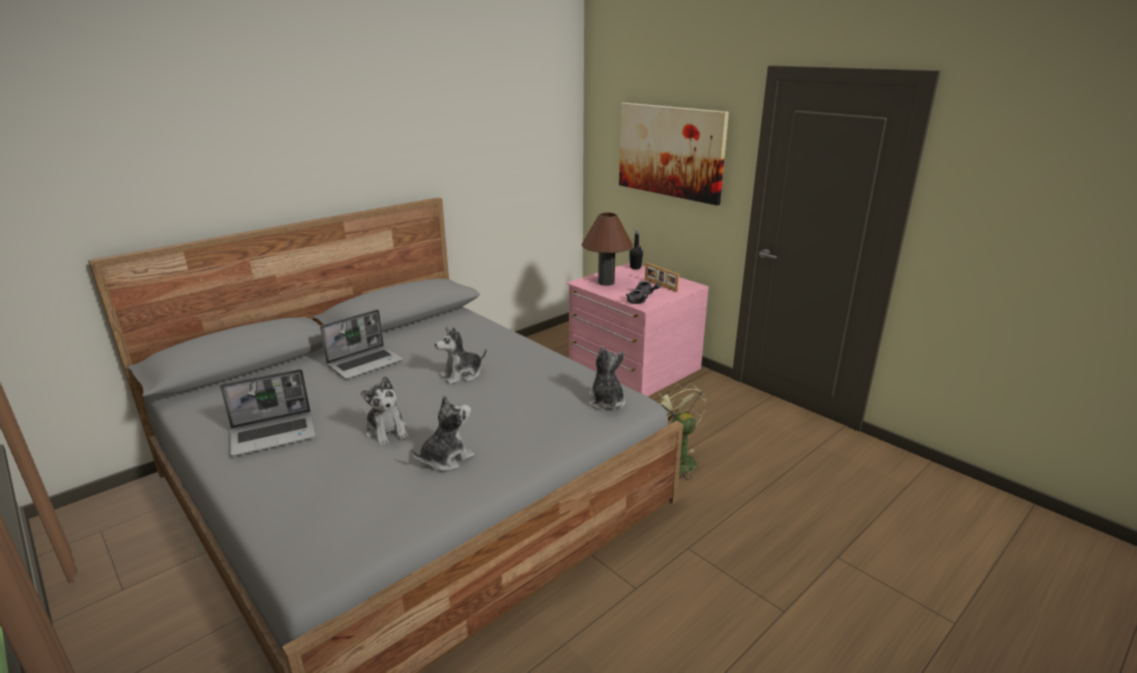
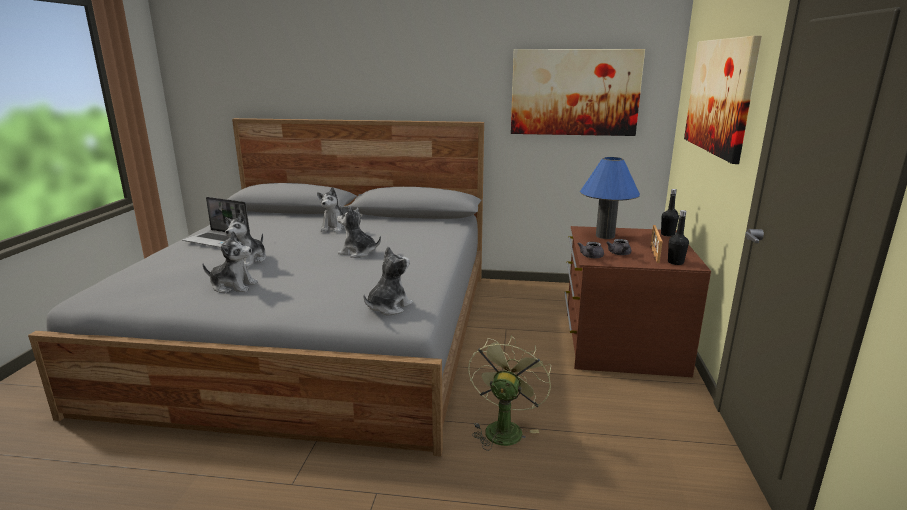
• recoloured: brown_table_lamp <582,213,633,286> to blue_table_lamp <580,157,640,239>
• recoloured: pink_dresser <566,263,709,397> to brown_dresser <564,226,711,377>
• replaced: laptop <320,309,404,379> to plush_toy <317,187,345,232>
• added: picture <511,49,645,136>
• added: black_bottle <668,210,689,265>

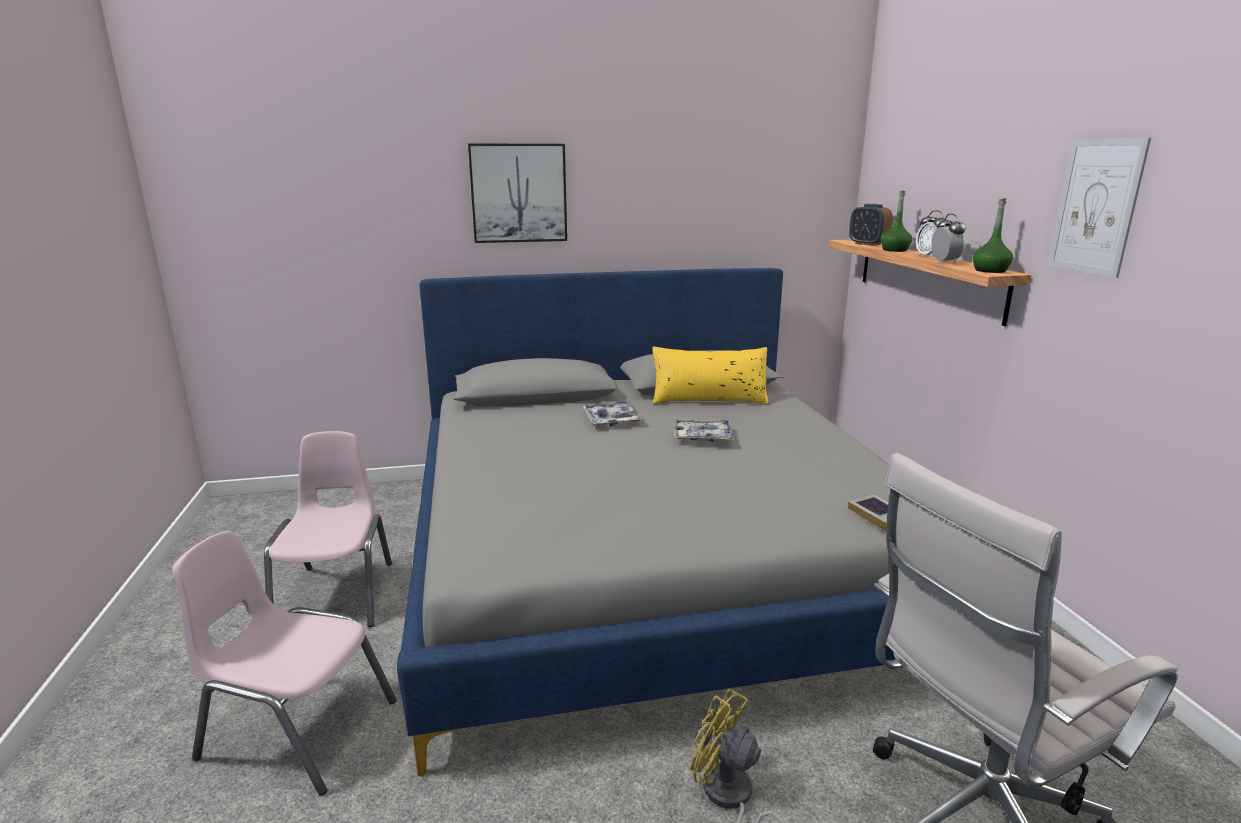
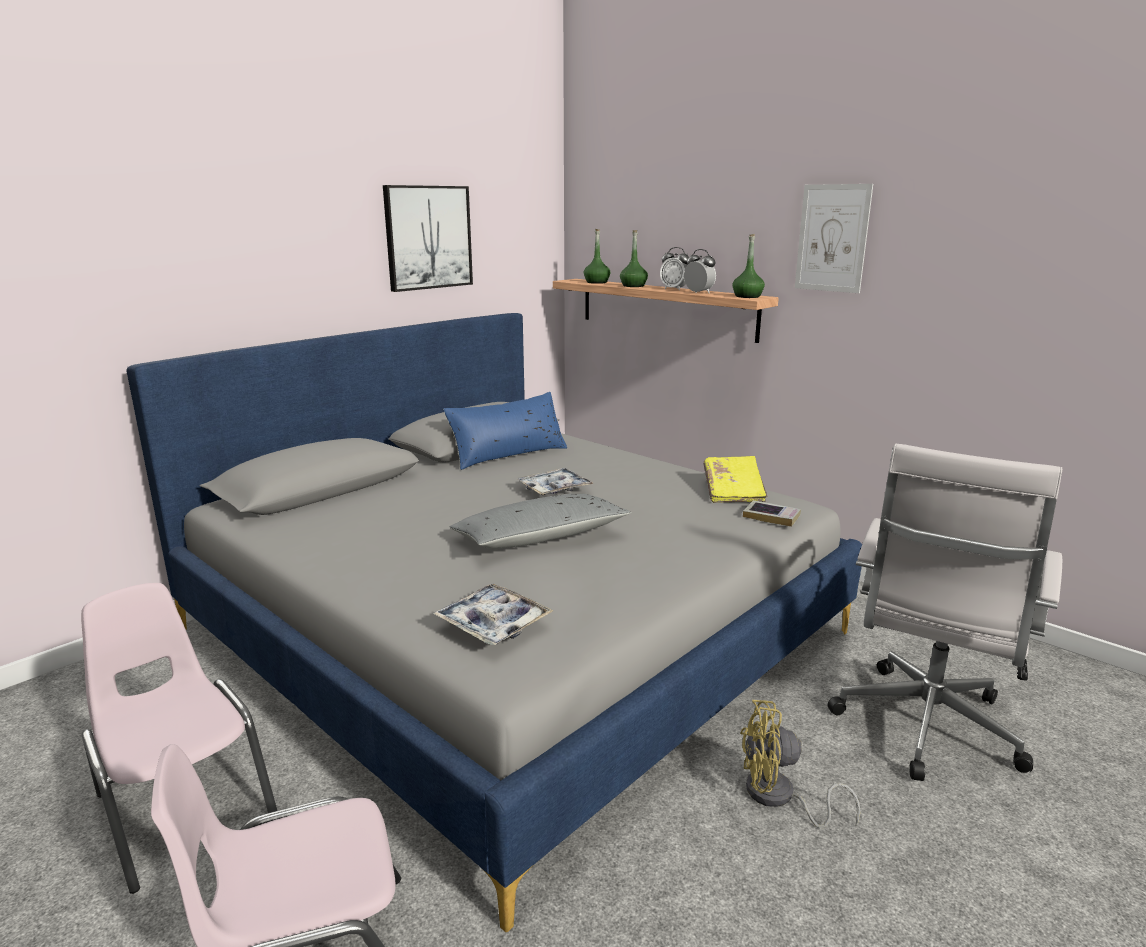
• moved: picture <468,143,567,243> to <383,185,473,292>
• replaced: alarm_clock <849,204,893,246> to green_bottle <584,229,610,284>
• recoloured: yellow_pillow <652,347,769,405> to blue_pillow <443,392,567,470>
• moved: tray <583,401,643,426> to <433,584,553,645>
• added: yellow_book <704,456,768,503>
• added: grey_pillow <450,494,631,549>

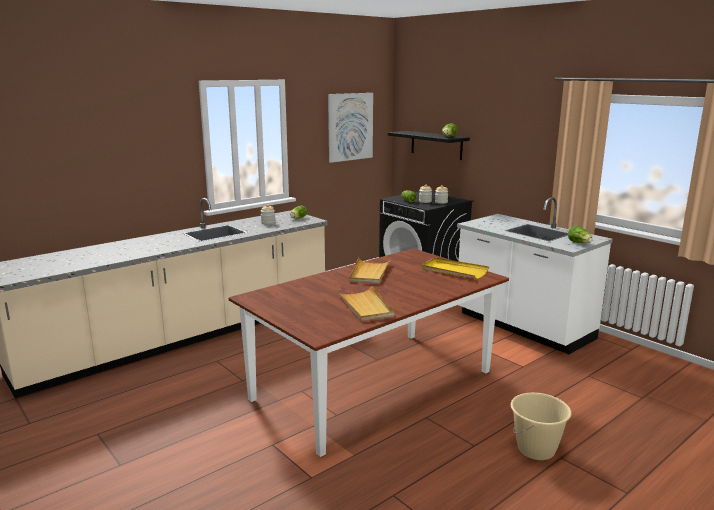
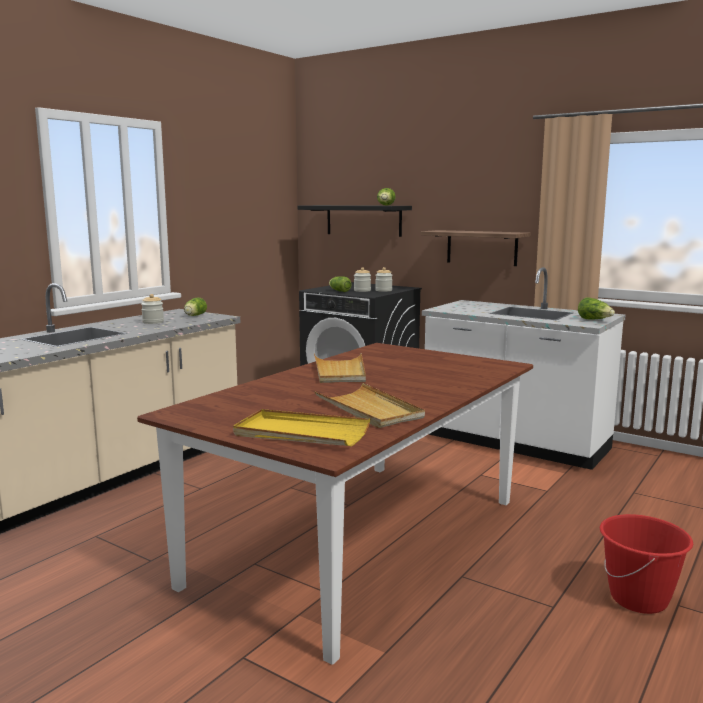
• removed: picture <328,93,373,163>
• moved: yellow_tray <422,258,489,279> to <233,409,370,446>
• recoloured: beige_bucket <511,393,571,460> to red_bucket <600,514,693,614>
• added: shelf <421,230,531,266>

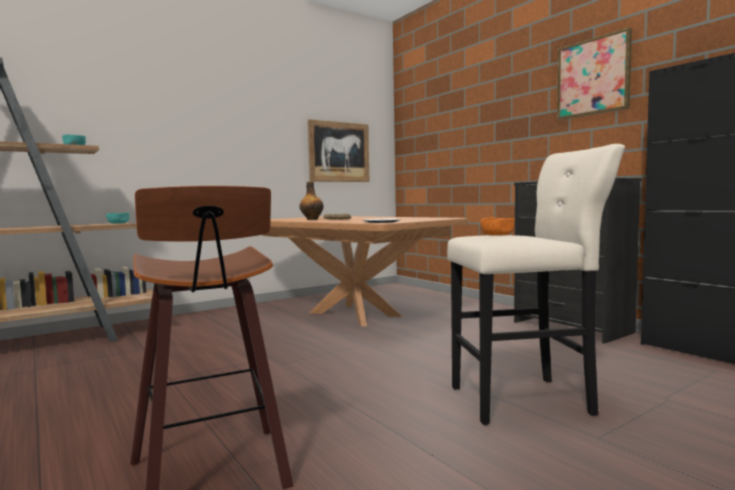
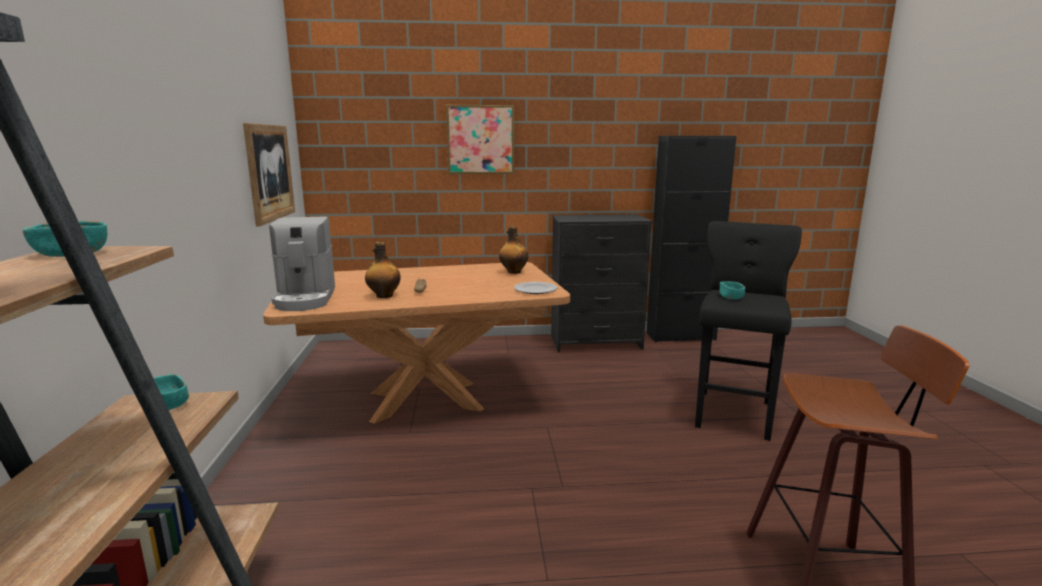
• moved: picture <557,27,632,120> to <446,105,514,174>
• recoloured: beige_stool <447,144,625,426> to black_stool <695,221,802,441>
• recoloured: orange_bowl <480,218,515,236> to turquoise_bowl <720,281,745,299>
• added: coffee_machine <269,216,335,311>
• added: bottle <499,226,528,274>

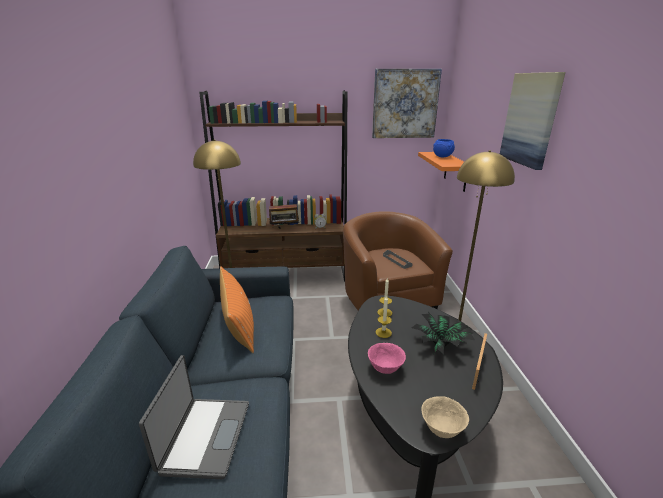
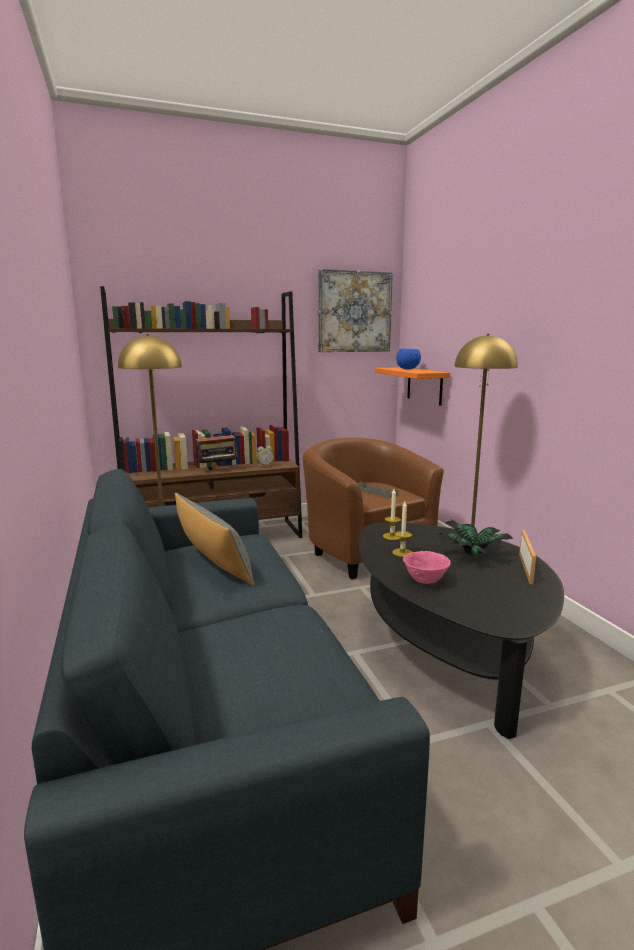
• removed: picture <500,72,565,170>
• recoloured: orange_pillow <220,266,254,353> to grey_pillow <175,493,255,586>
• removed: laptop <139,355,249,479>
• removed: beige_bowl <421,396,469,438>

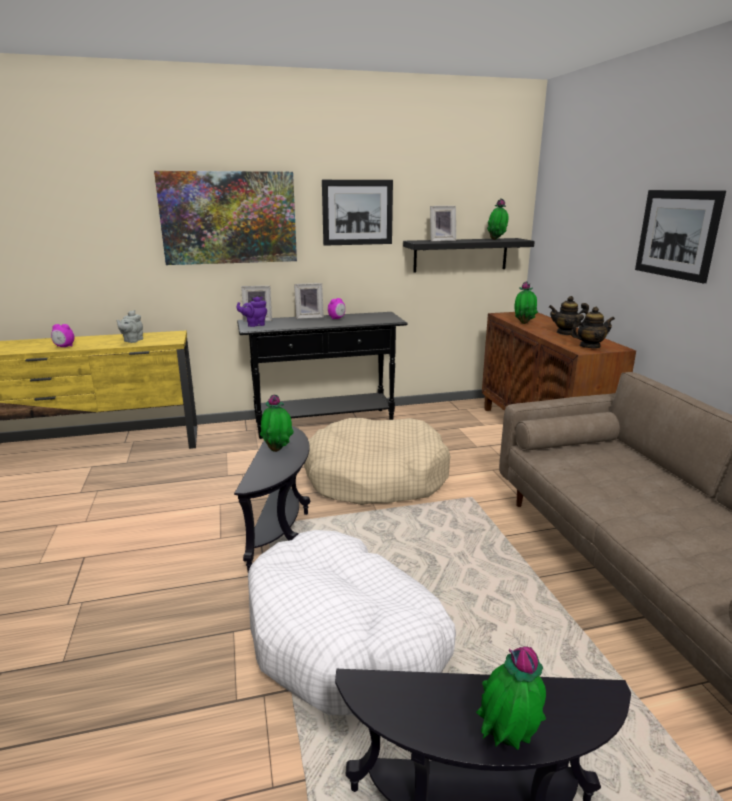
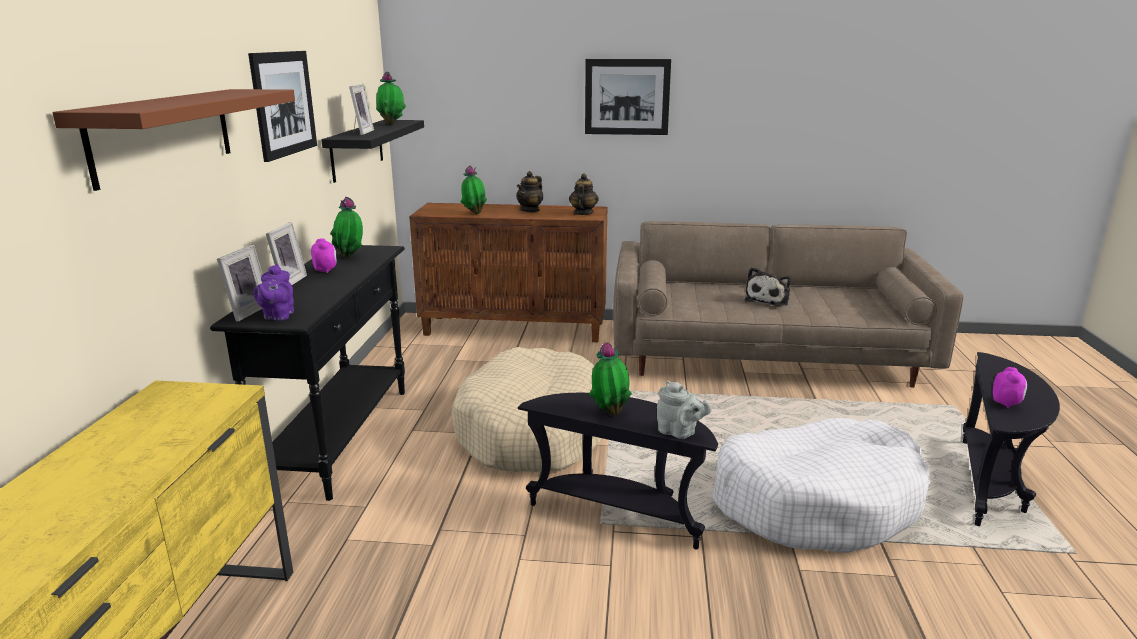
• replaced: picture <154,171,297,265> to brown_shelf <52,89,295,191>
• moved: grey_teapot <116,310,143,343> to <657,381,712,439>
• moved: alarm_clock <51,324,75,347> to <993,367,1027,408>
• moved: potted_plant <476,646,546,750> to <331,197,363,258>
• added: plush_toy <745,267,791,306>

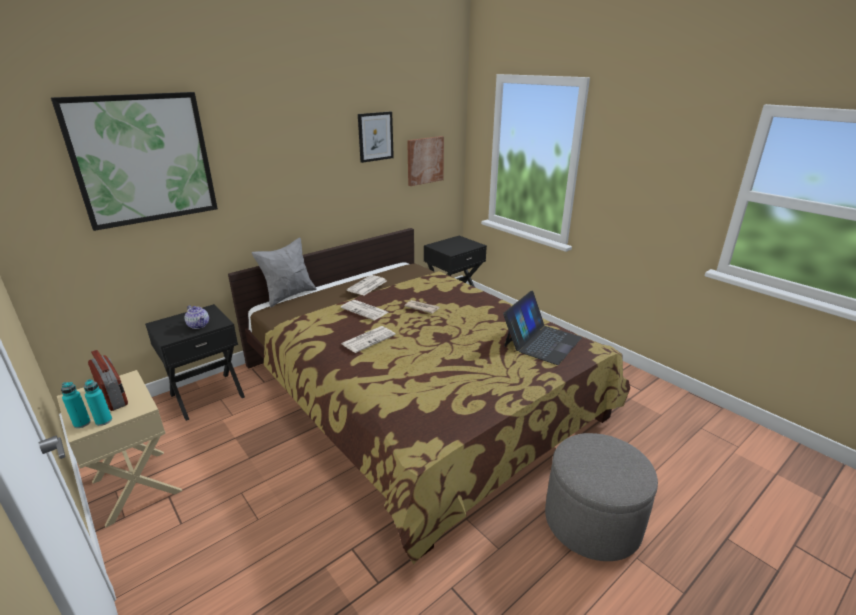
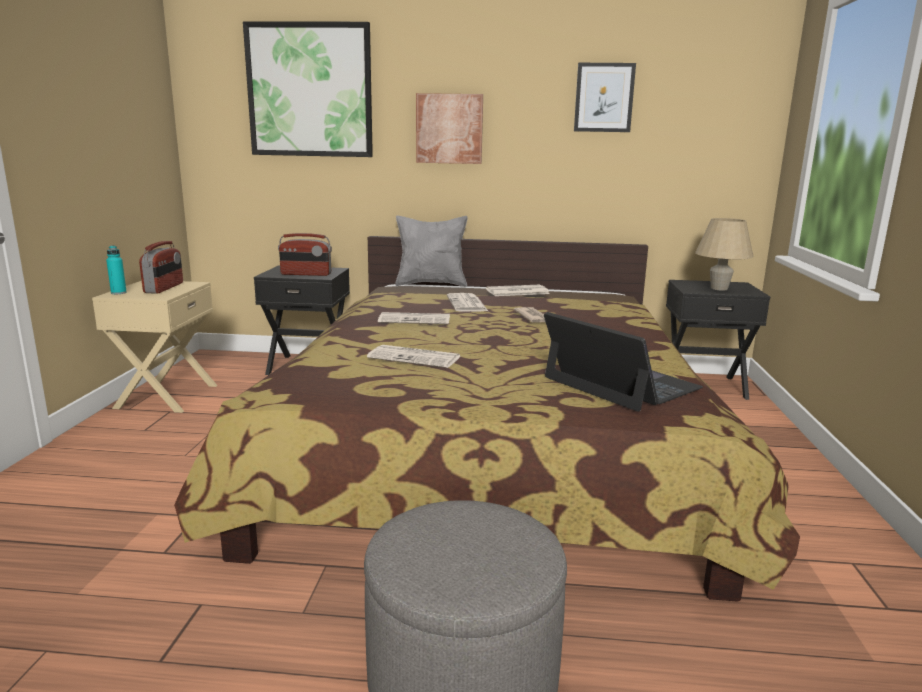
• moved: picture <407,136,444,186> to <416,93,483,164>
• turned: laptop <503,291,582,365> = <544,312,703,412> 120 degrees counterclockwise
• replaced: teapot <184,305,209,329> to radio <278,233,332,276>
• removed: turquoise_bottle <84,379,112,426>
• added: beige_table_lamp <695,218,754,291>
• added: newspaper <367,345,461,368>

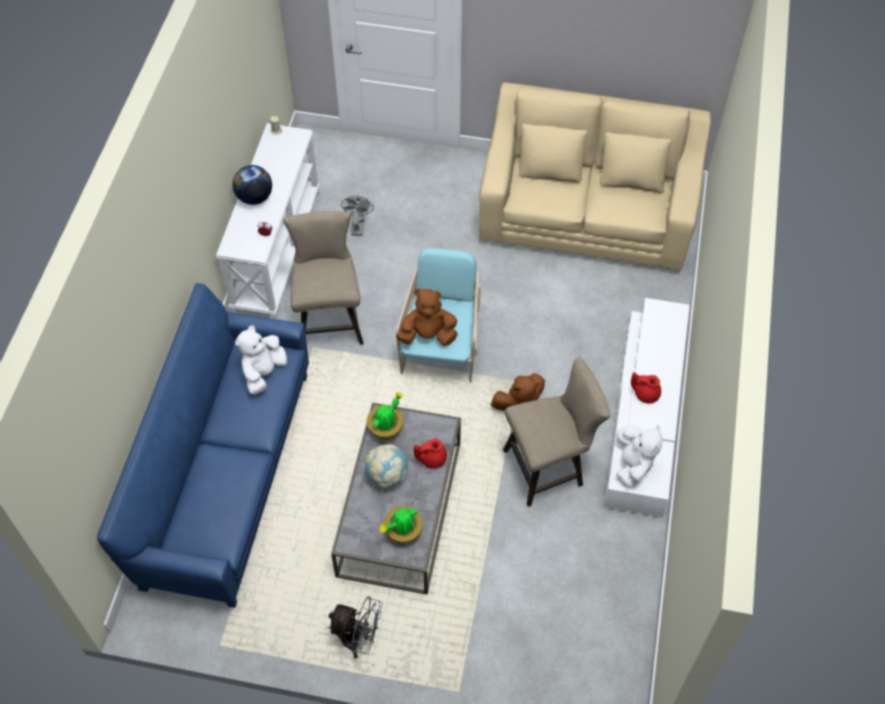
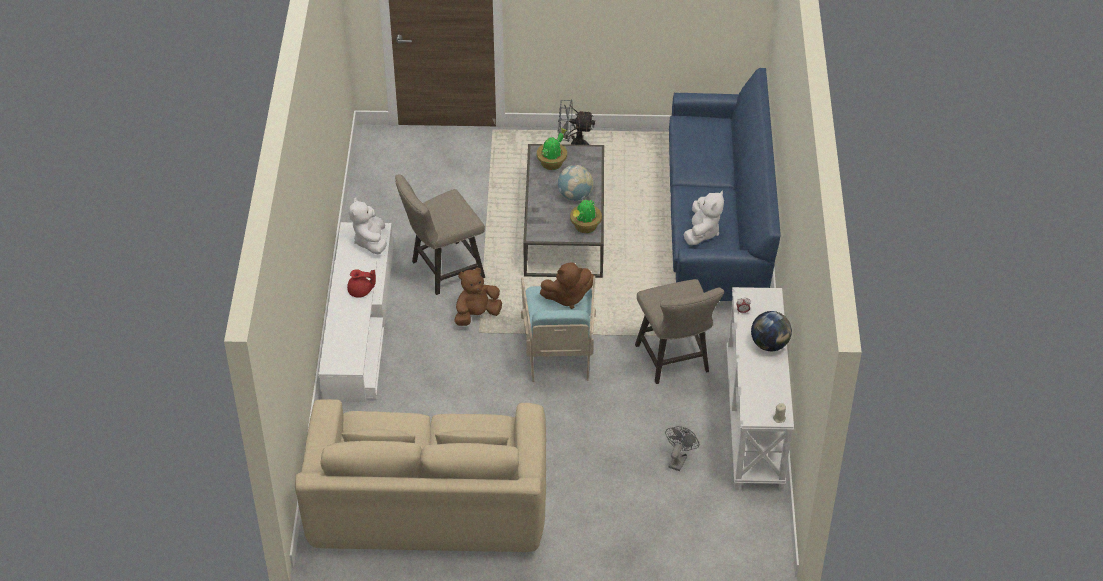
• turned: grey_fan <341,195,374,236> = <665,426,699,471> 150 degrees counterclockwise
• removed: red_teapot <414,438,447,468>

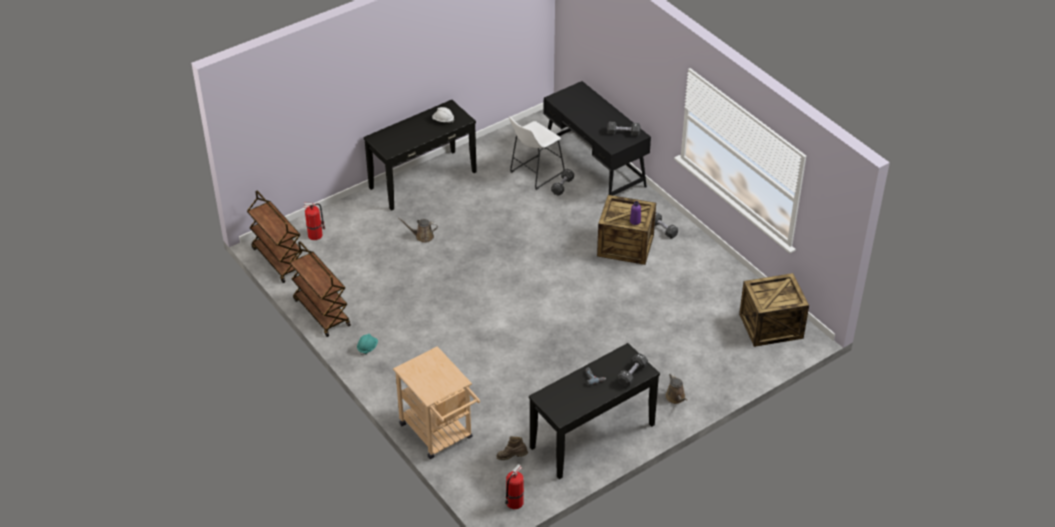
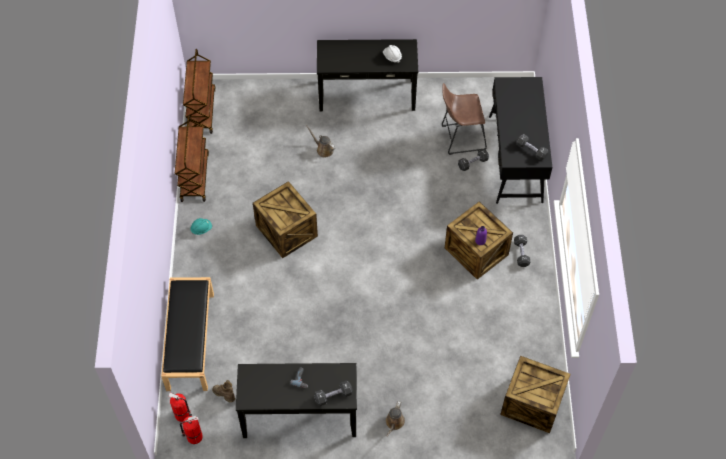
• recoloured: white_stool <509,116,565,190> to brown_stool <442,83,487,155>
• moved: fire_extinguisher <303,203,325,240> to <168,392,192,422>
• replaced: beige_cart <393,346,480,459> to black_bench <161,277,214,391>
• added: crate <253,181,318,258>

